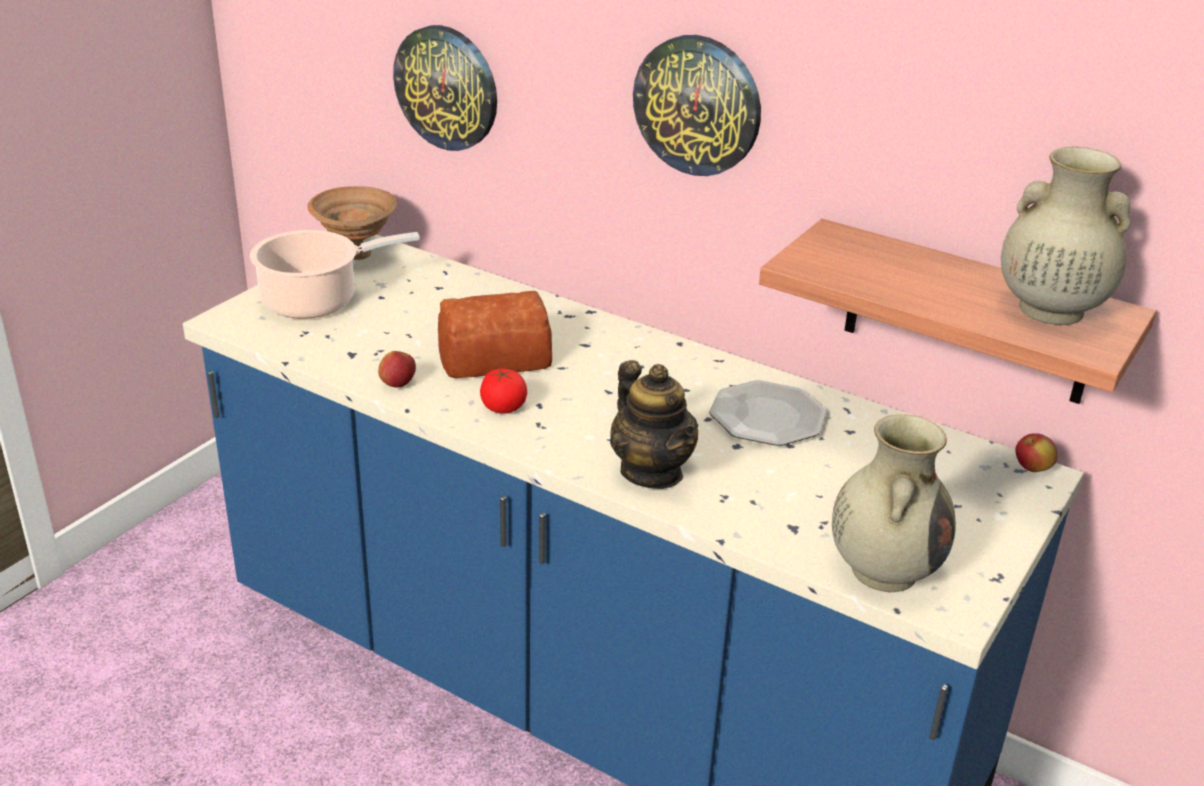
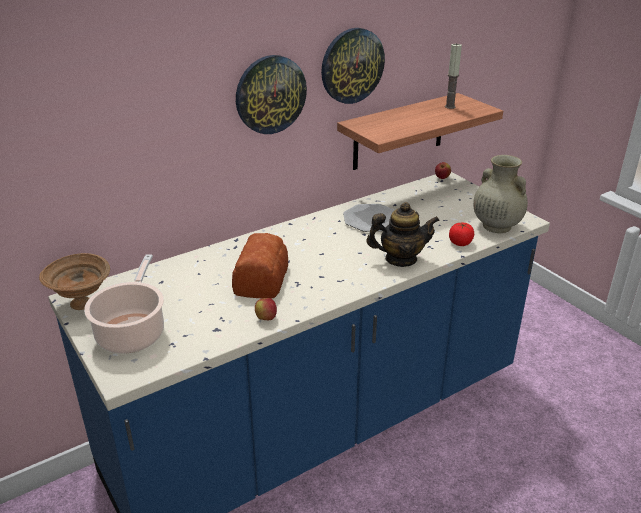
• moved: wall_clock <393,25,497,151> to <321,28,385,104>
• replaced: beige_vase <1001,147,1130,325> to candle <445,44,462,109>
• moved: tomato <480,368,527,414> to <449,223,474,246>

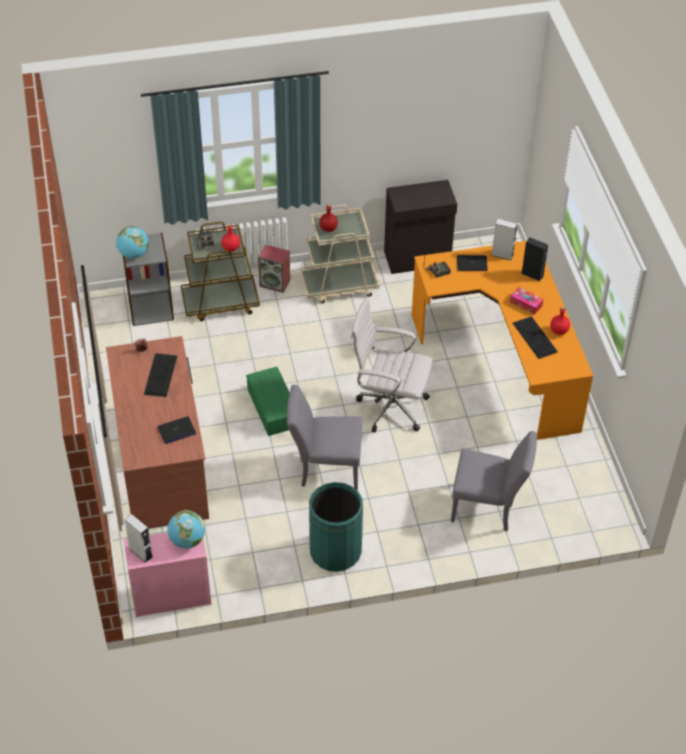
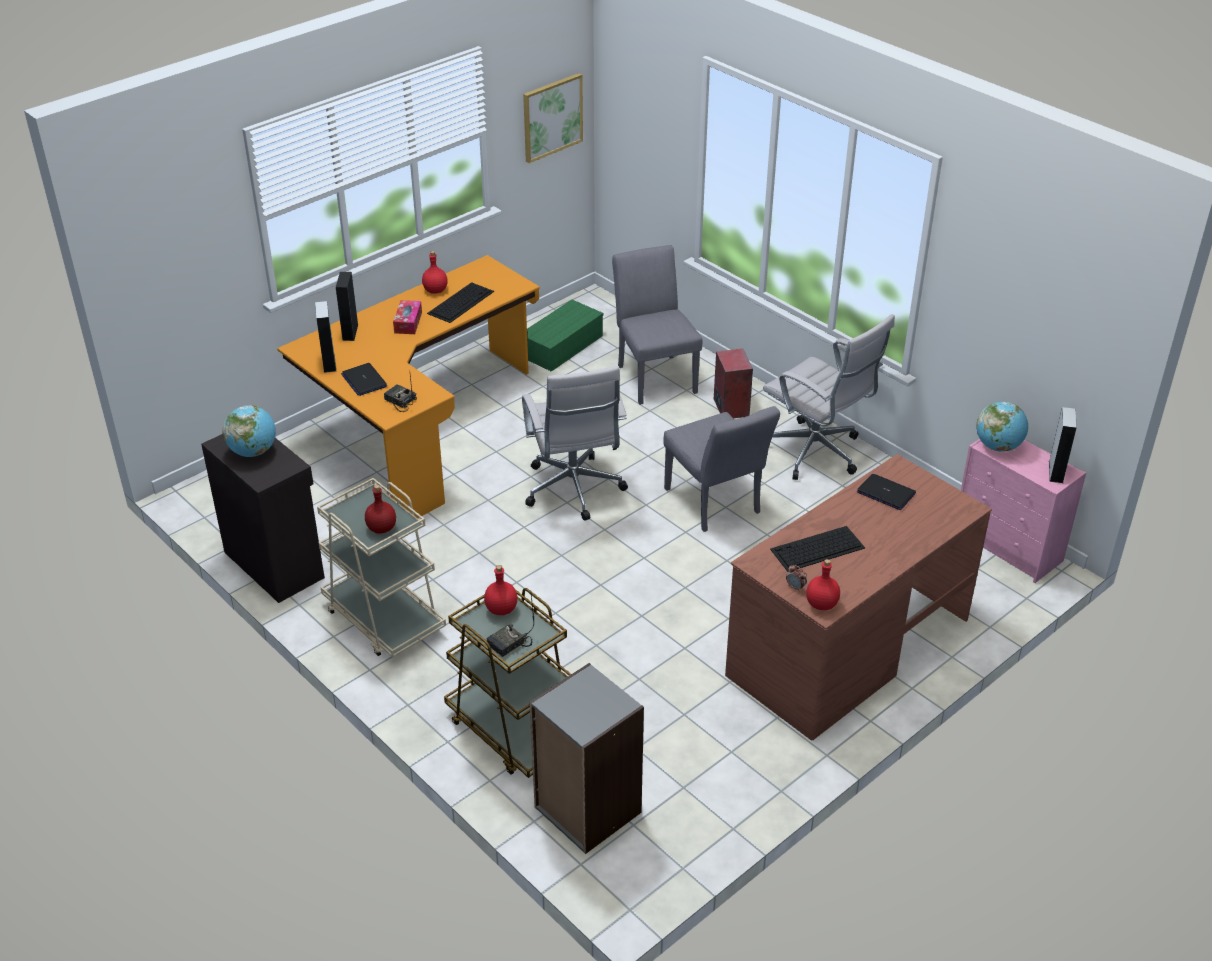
• moved: globe <116,226,149,259> to <223,405,276,457>
• moved: speaker <258,245,290,293> to <714,348,753,418>
• moved: green_storage_box <246,367,290,436> to <527,300,603,372>
• replaced: green_trash_can <309,482,363,572> to white_office_chair <763,314,895,480>
• added: picture <523,73,583,163>
• added: red_bottle <806,559,840,610>

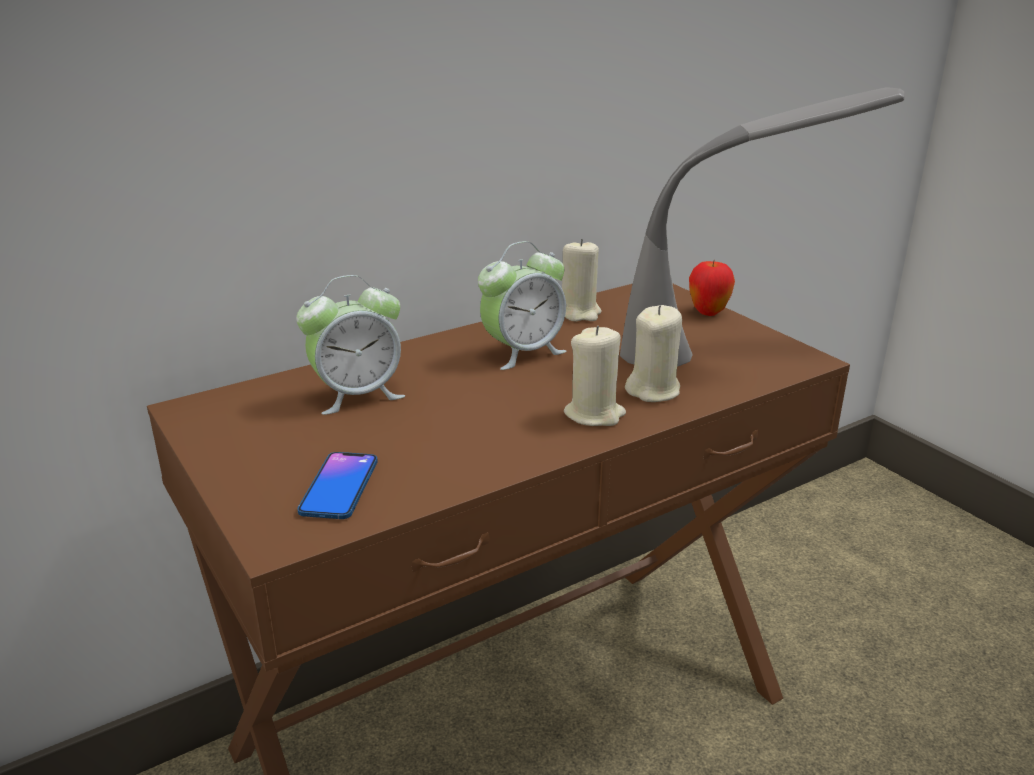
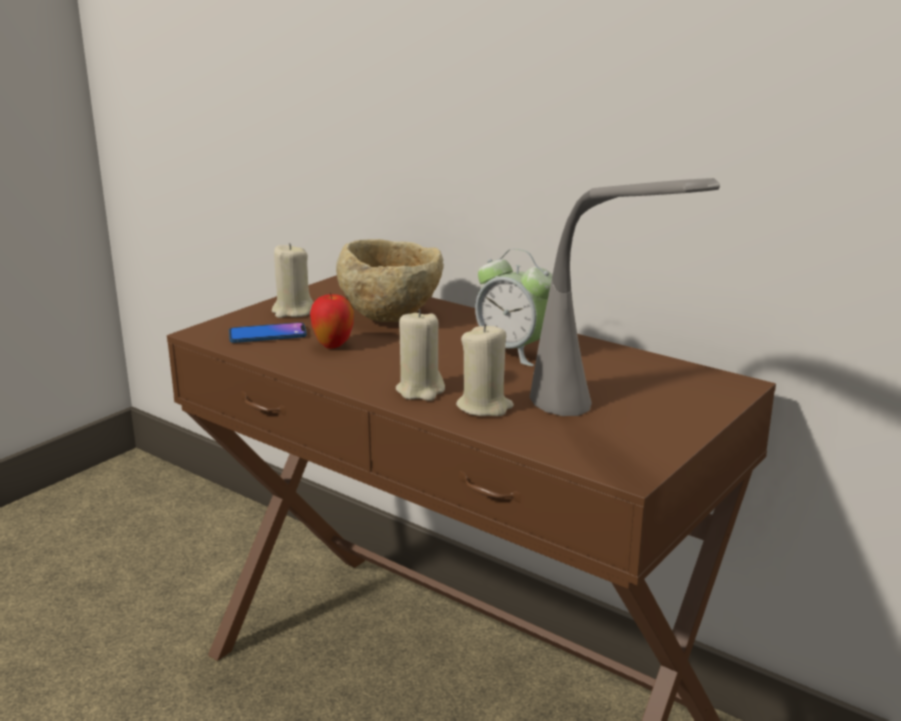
• moved: beige_candle <562,239,602,321> to <272,243,314,318>
• moved: apple <689,261,735,316> to <310,292,354,349>
• replaced: alarm_clock <296,275,405,415> to beige_bowl <336,239,444,322>

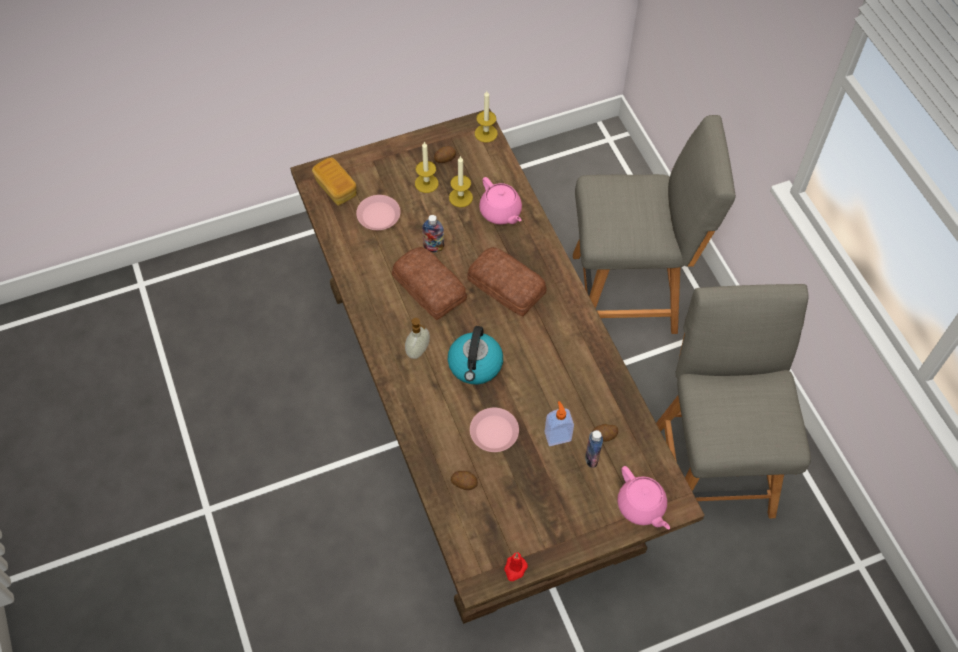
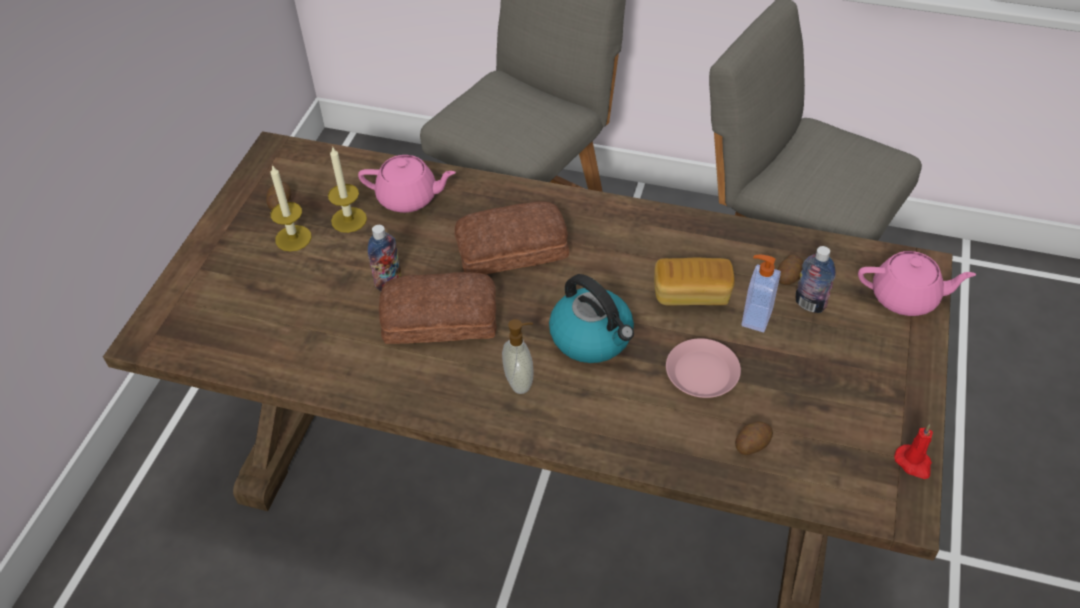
• removed: candle <475,91,498,143>
• moved: bread <312,158,356,206> to <654,258,735,305>
• removed: pink_plate <356,195,401,230>

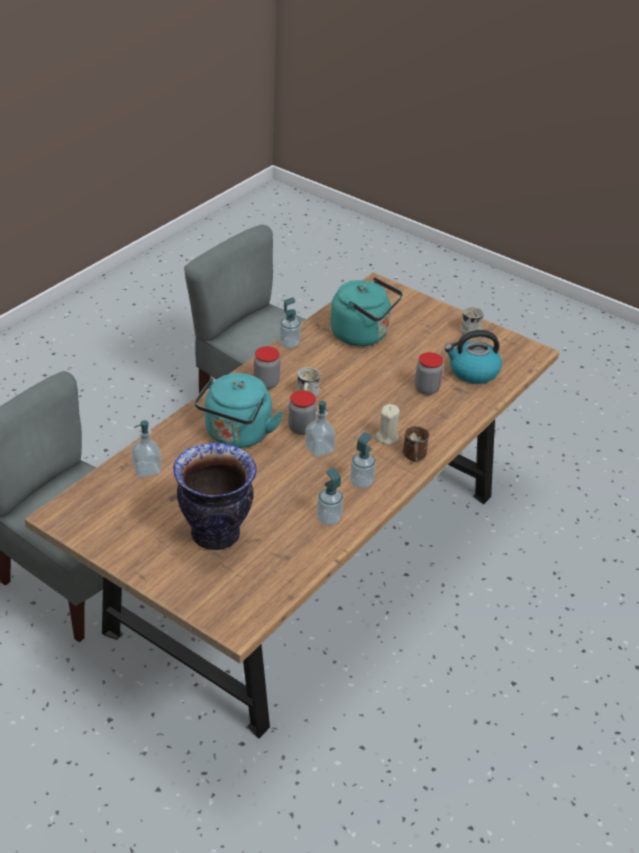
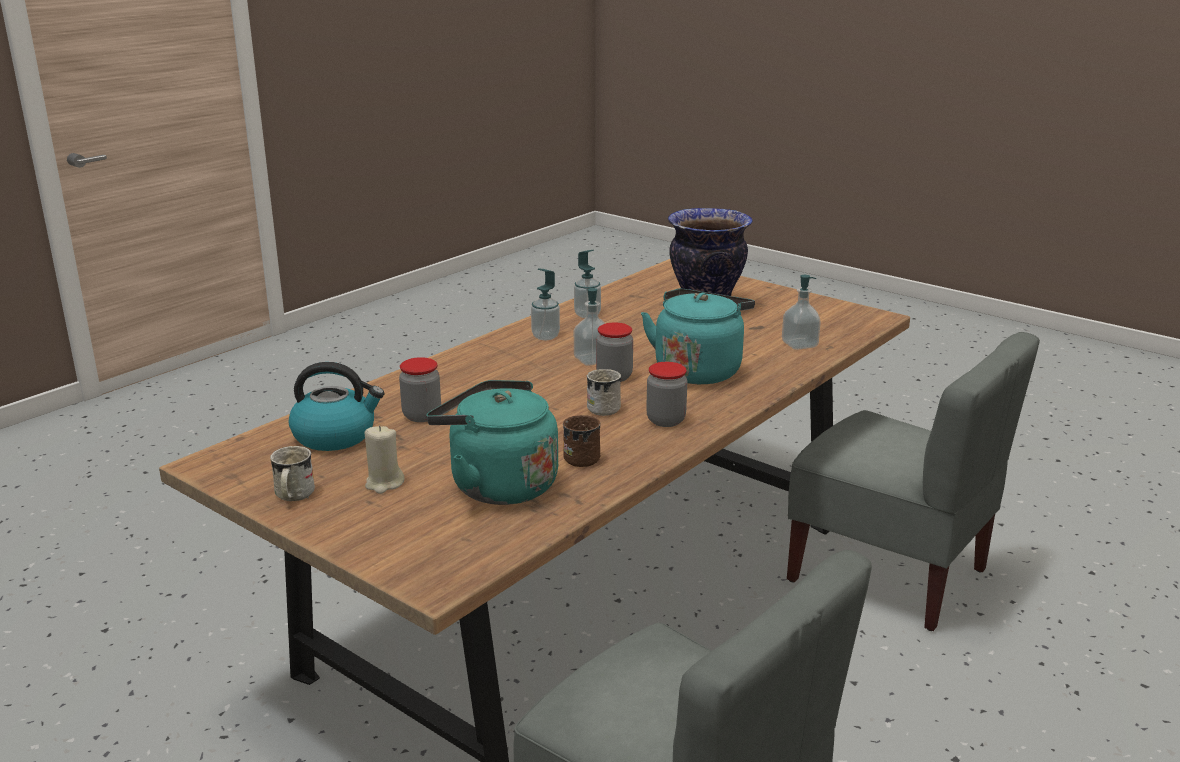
• removed: soap_dispenser <279,297,301,349>
• moved: beige_candle <375,404,400,445> to <365,426,405,494>
• moved: brown_mug <403,426,429,462> to <563,415,601,467>

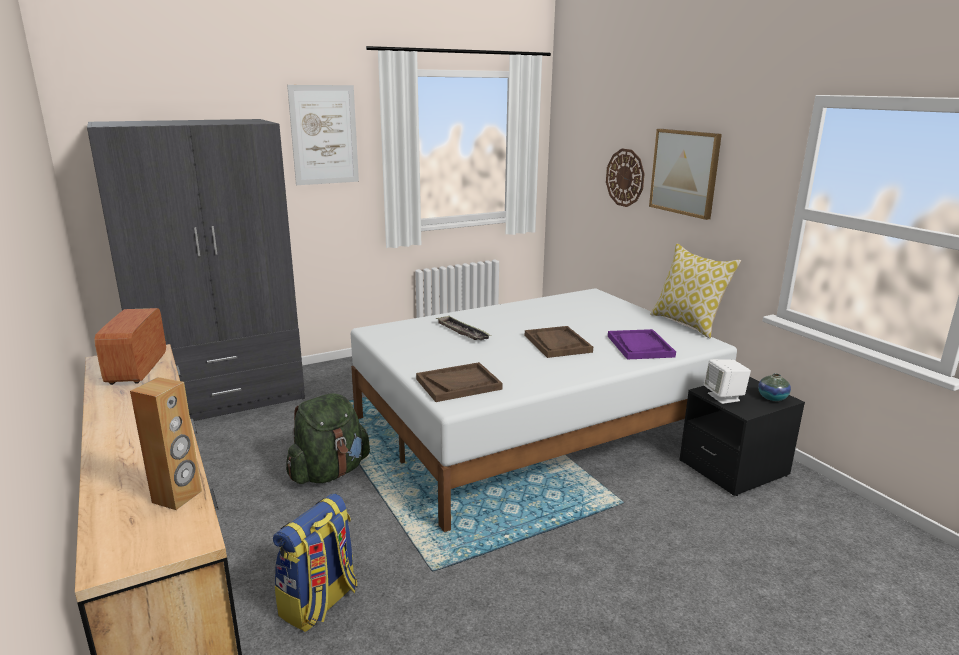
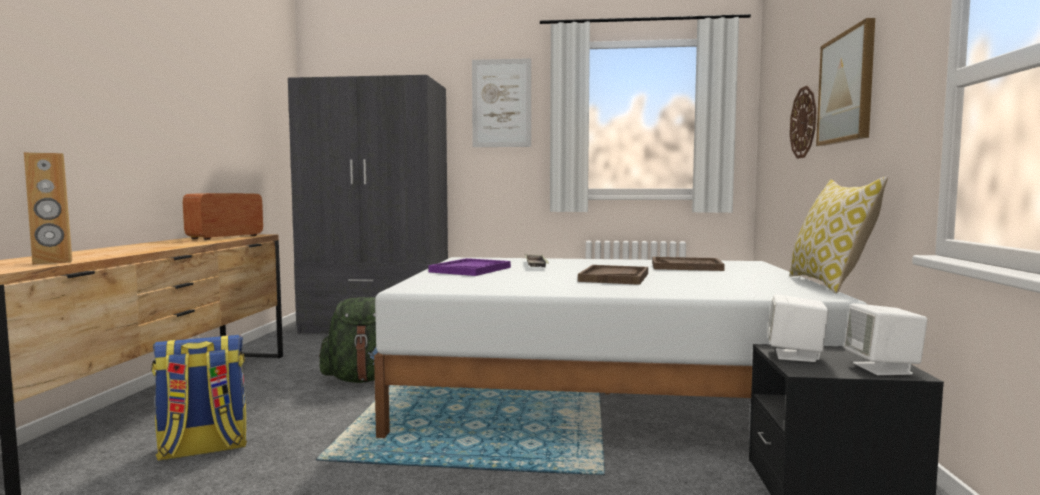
• moved: purple_tray <608,329,676,360> to <428,258,511,276>
• moved: brown_tray <416,362,503,402> to <652,257,725,271>
• replaced: vase <758,373,791,401> to white_speaker <844,303,927,375>

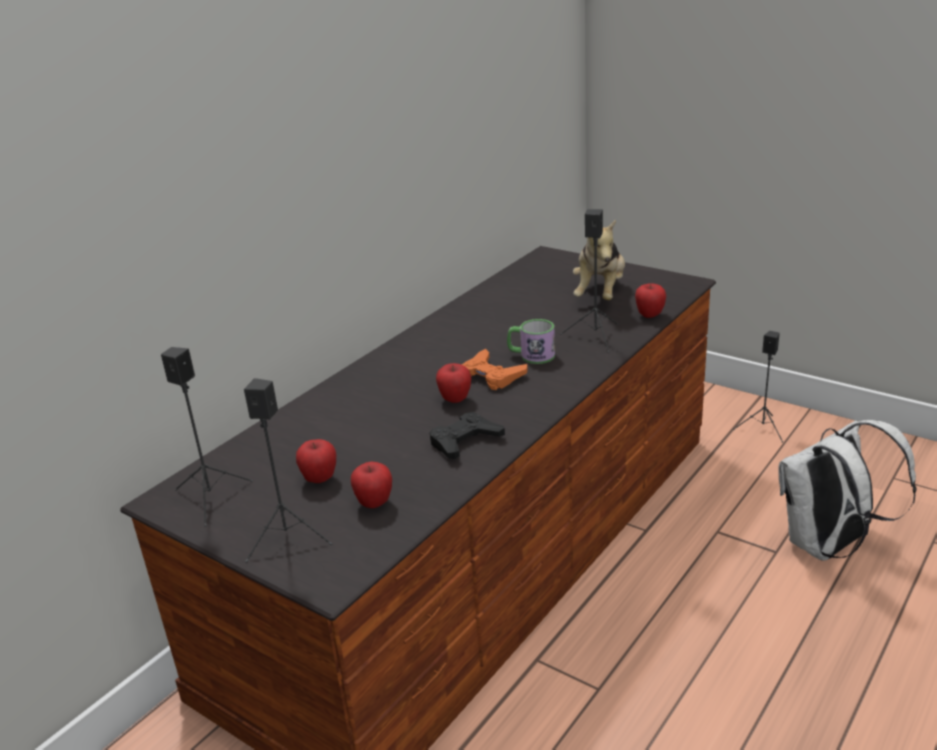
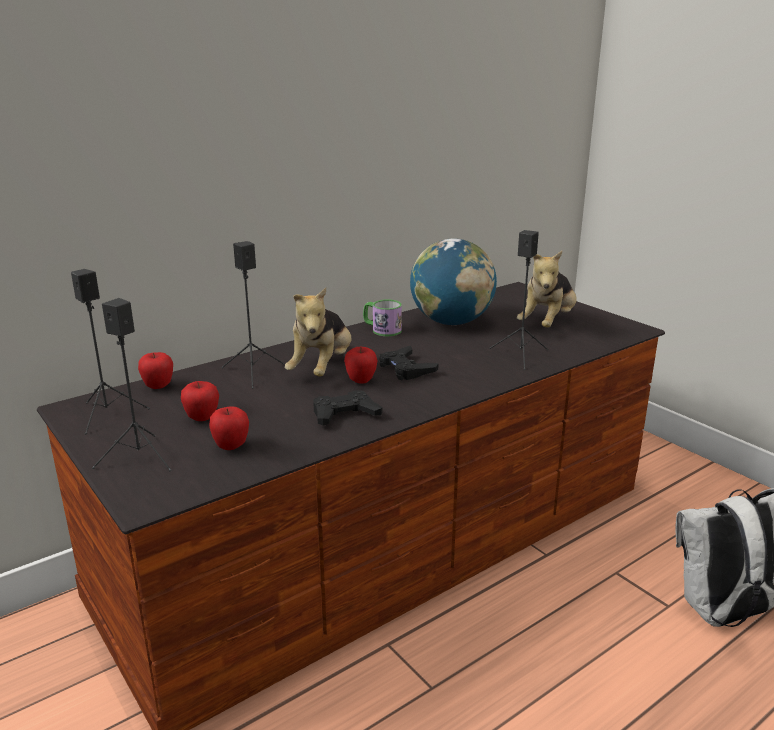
• moved: apple <635,283,666,318> to <138,352,173,389>
• moved: mug <507,319,555,364> to <363,299,402,336>
• moved: black_speaker <733,331,783,443> to <221,241,284,388>
• recoloured: orange_game_controller <462,349,528,390> to black_game_controller <379,345,439,380>
• added: globe <410,239,497,325>
• added: plush_toy <285,288,351,376>

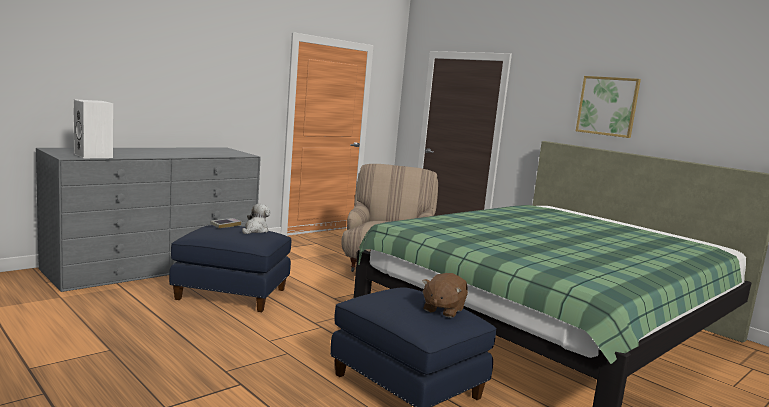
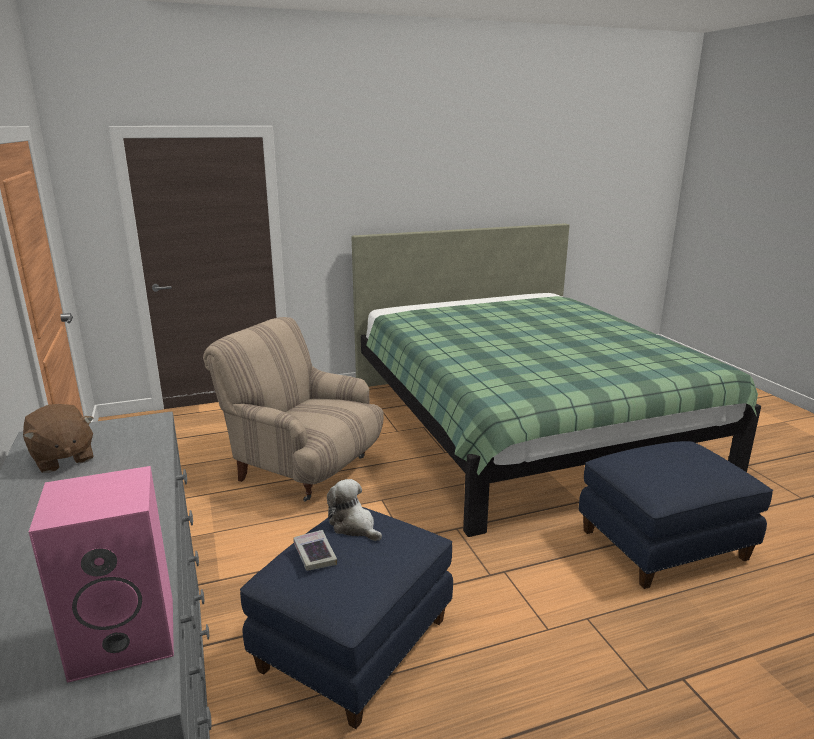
• removed: picture <576,76,641,138>
• recoloured: white_speaker <73,99,113,158> to pink_speaker <29,466,174,683>
• moved: brown_plush_toy <422,273,468,318> to <23,404,94,473>

